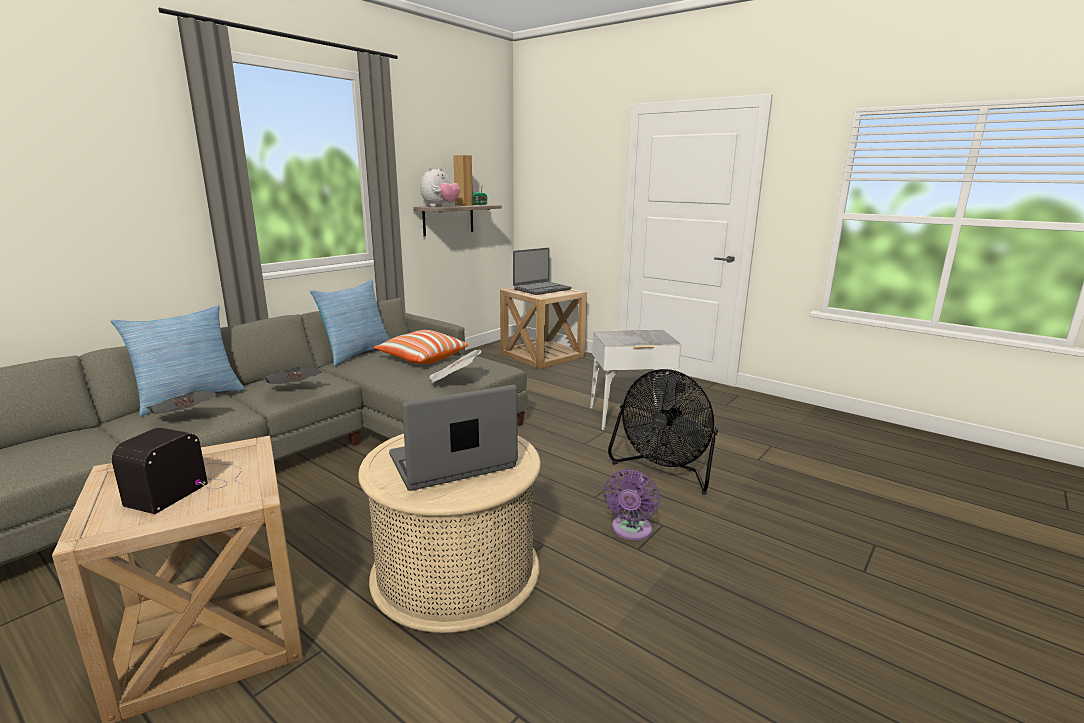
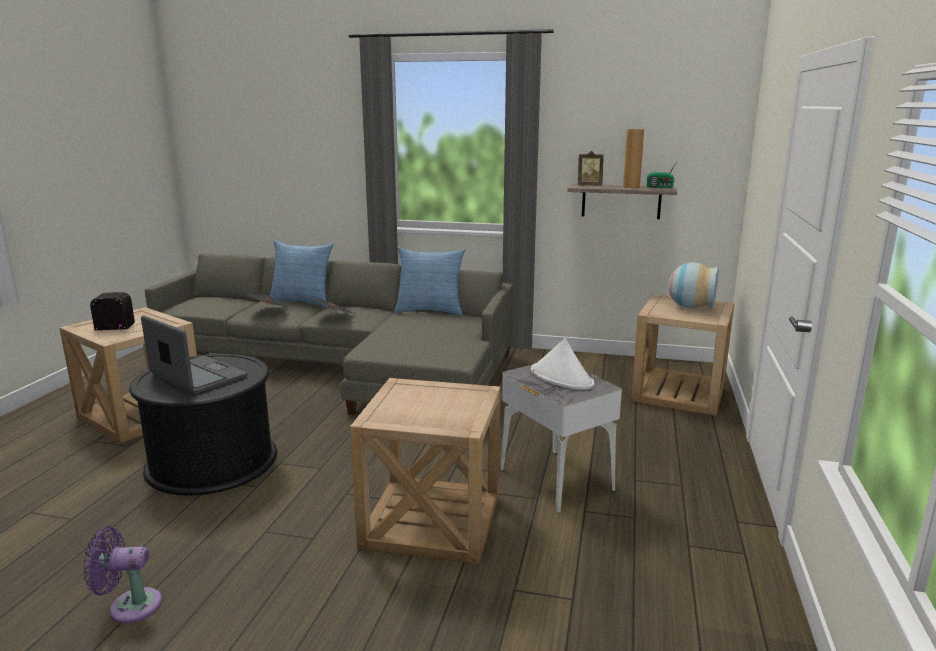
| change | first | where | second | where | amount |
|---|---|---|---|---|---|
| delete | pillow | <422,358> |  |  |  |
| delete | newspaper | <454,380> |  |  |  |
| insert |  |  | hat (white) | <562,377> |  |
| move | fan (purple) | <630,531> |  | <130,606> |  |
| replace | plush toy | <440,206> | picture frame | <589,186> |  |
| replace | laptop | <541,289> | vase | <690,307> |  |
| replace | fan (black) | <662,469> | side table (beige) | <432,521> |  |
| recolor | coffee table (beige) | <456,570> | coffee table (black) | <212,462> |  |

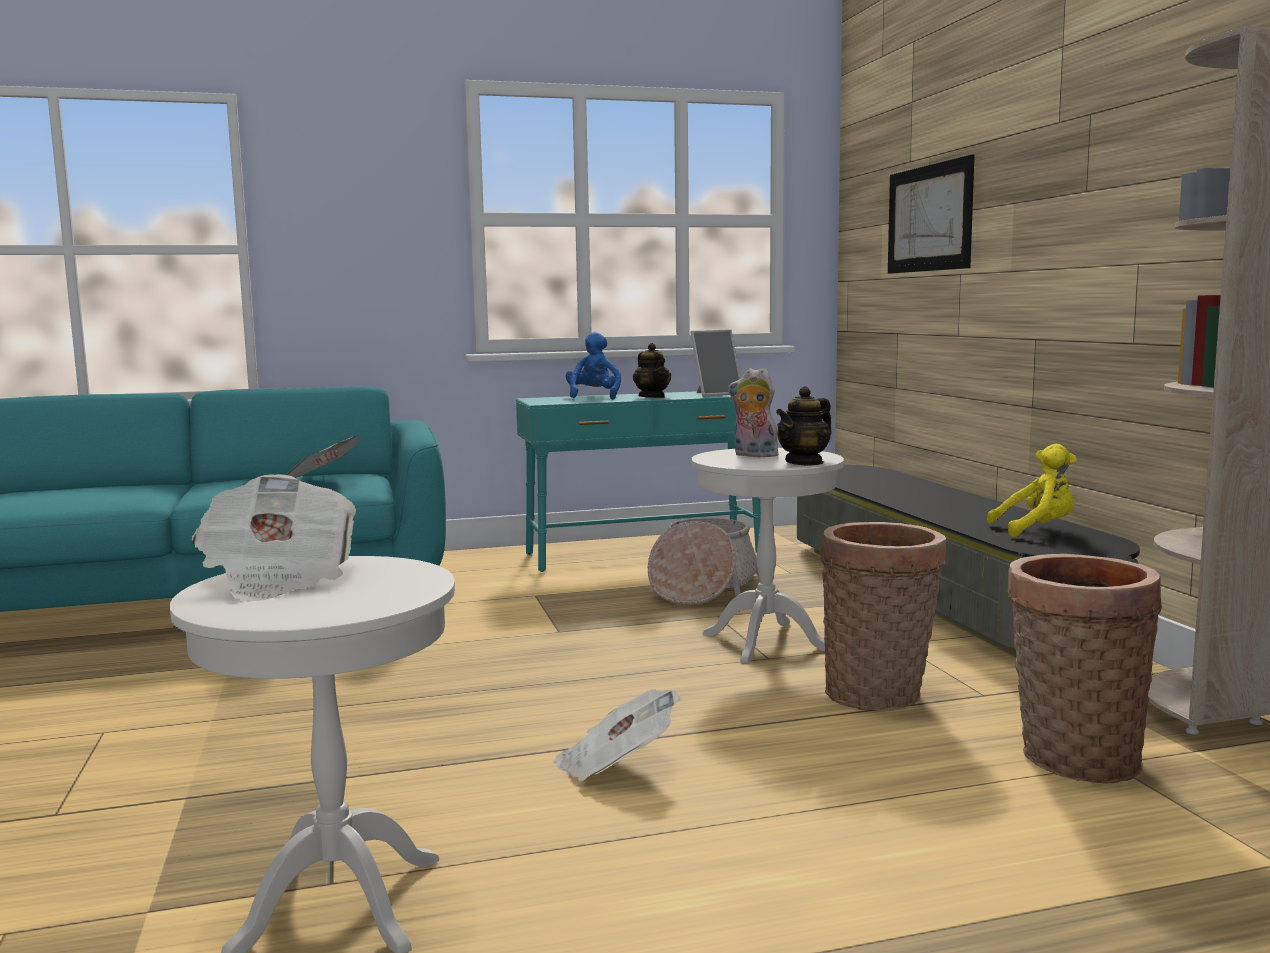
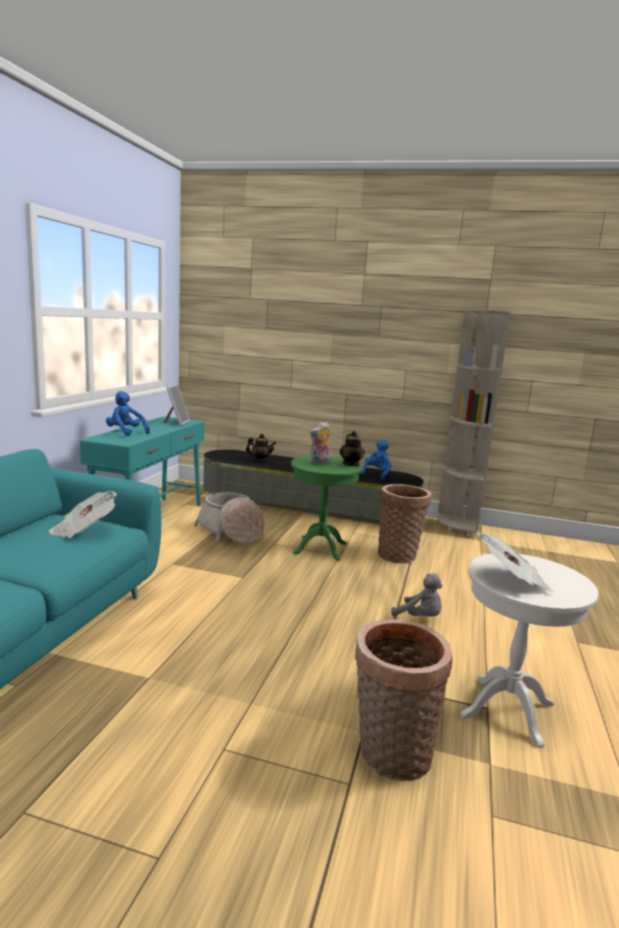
| change | first | where | second | where | amount |
|---|---|---|---|---|---|
| delete | picture | <929,218> |  |  |  |
| move | teapot | <652,397> |  | <260,460> |  |
| move | basket | <1072,757> |  | <390,755> |  |
| replace | newspaper | <615,765> | plush toy (grey) | <420,617> |  |
| recolor | side table (white) | <766,642> | side table (green) | <320,548> |  |
| recolor | plush toy (yellow) | <1036,530> | plush toy (blue) | <377,474> |  |

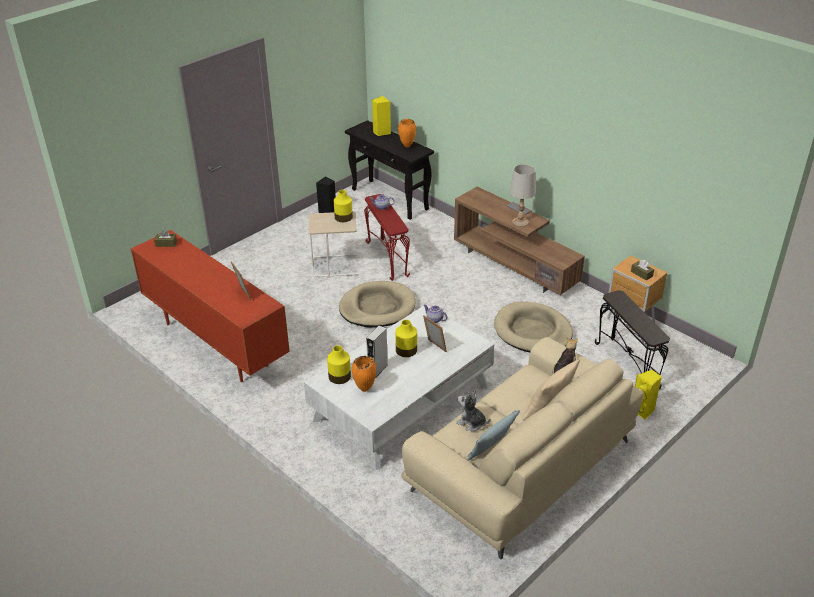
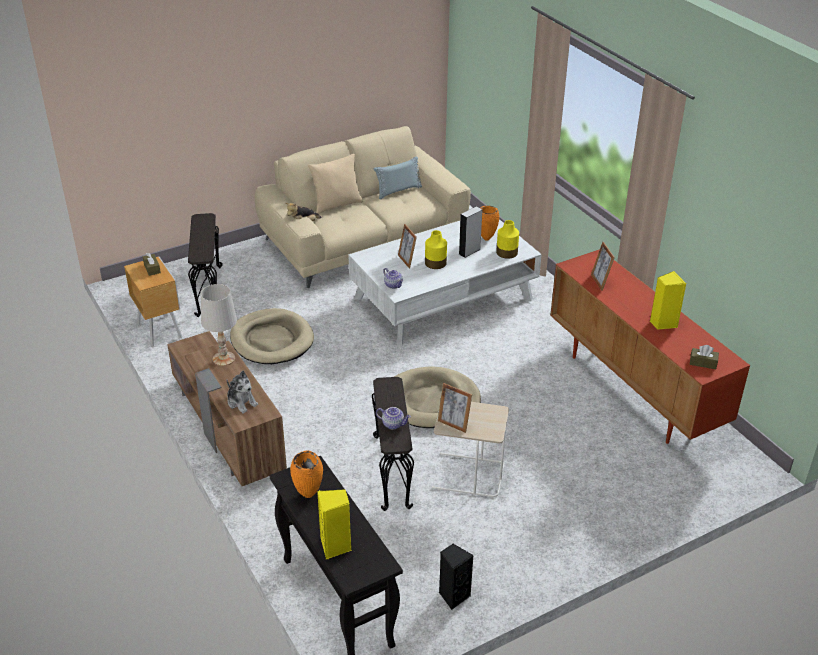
| change | first | where | second | where | amount |
|---|---|---|---|---|---|
| move | plush toy | <471,423> |  | <241,402> |  |
| move | speaker (yellow) | <643,411> |  | <662,323> |  |
| replace | vase (yellow) | <343,217> | picture frame | <453,424> |  |
| recolor | side table (red) | <387,259> | side table (black) | <392,472> |  |

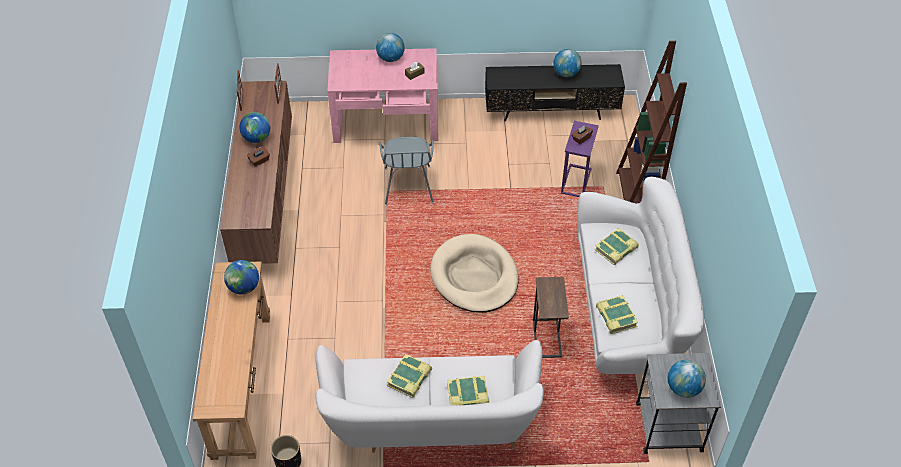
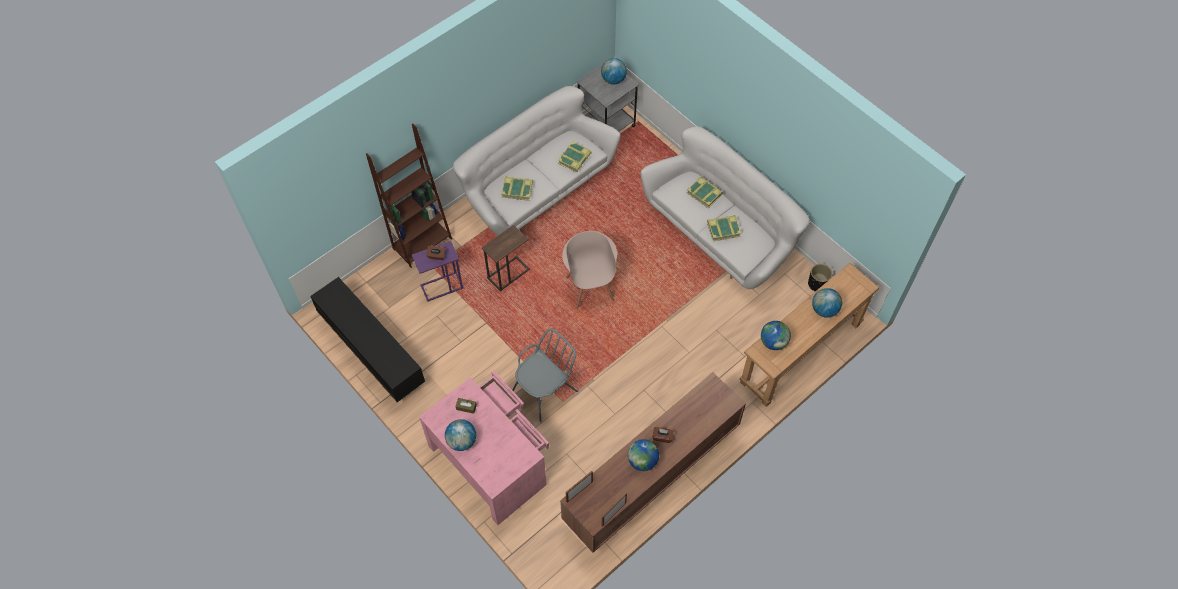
| change | first | where | second | where | amount |
|---|---|---|---|---|---|
| move | side table (brown) | <546,338> |  | <508,274> |  |
| move | globe | <566,73> |  | <824,310> |  |
| replace | dog bed (beige) | <474,276> | chair (beige) | <590,288> |  |

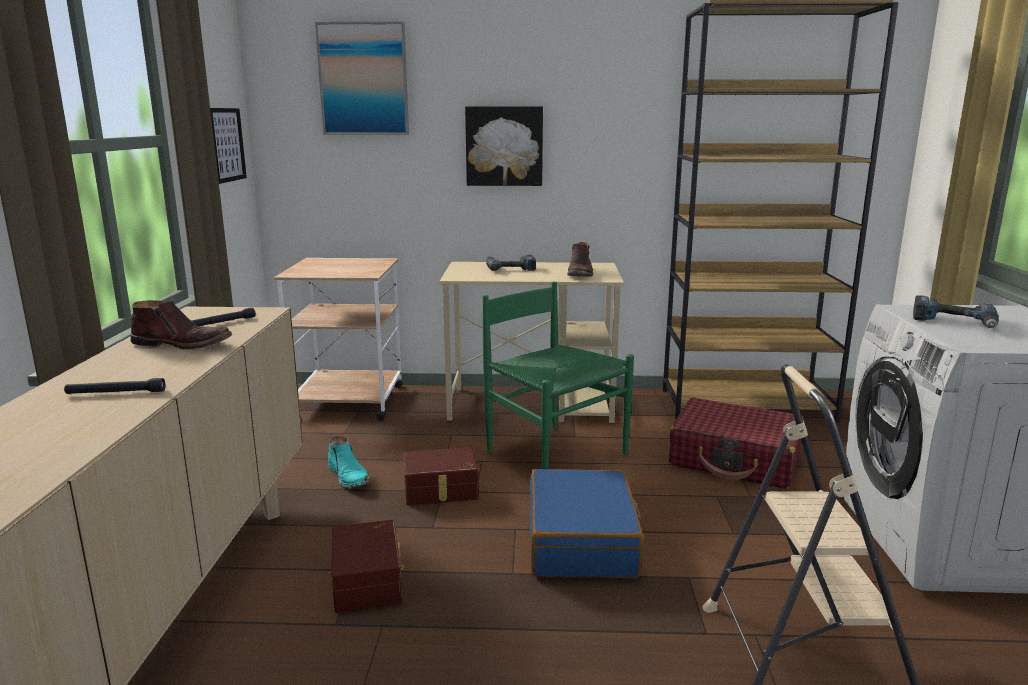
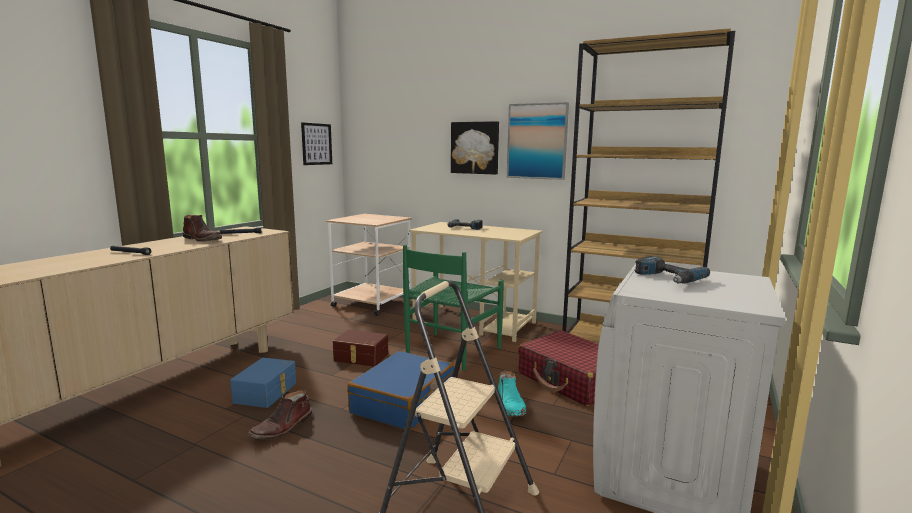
| change | first | where | second | where | amount |
|---|---|---|---|---|---|
| move | picture | <363,79> |  | <537,141> |  |
| move | boot (turquoise) | <349,476> |  | <511,405> |  |
| move | boot (brown) | <580,273> |  | <283,427> |  |
| recolor | storage box (brown) | <369,580> | storage box (blue) | <267,392> |  |
| rotate | chair (green) | <552,454> |  | <450,352> | 135 degrees counterclockwise |

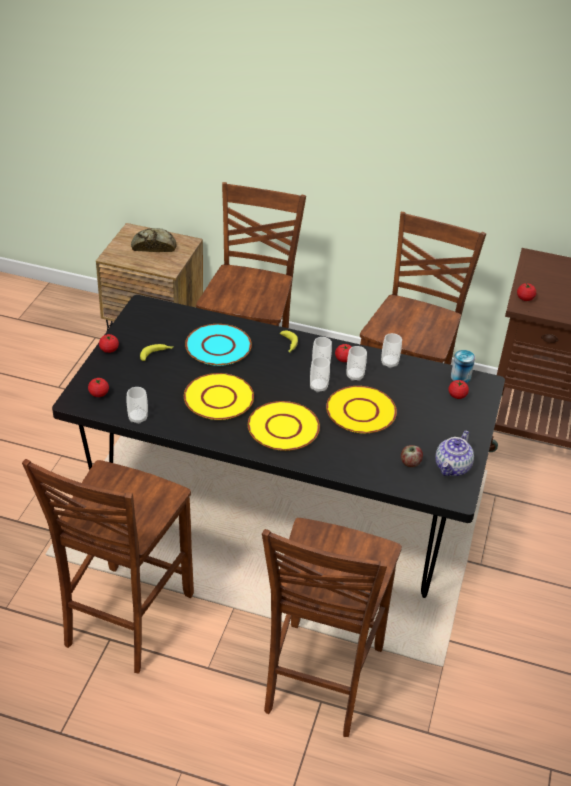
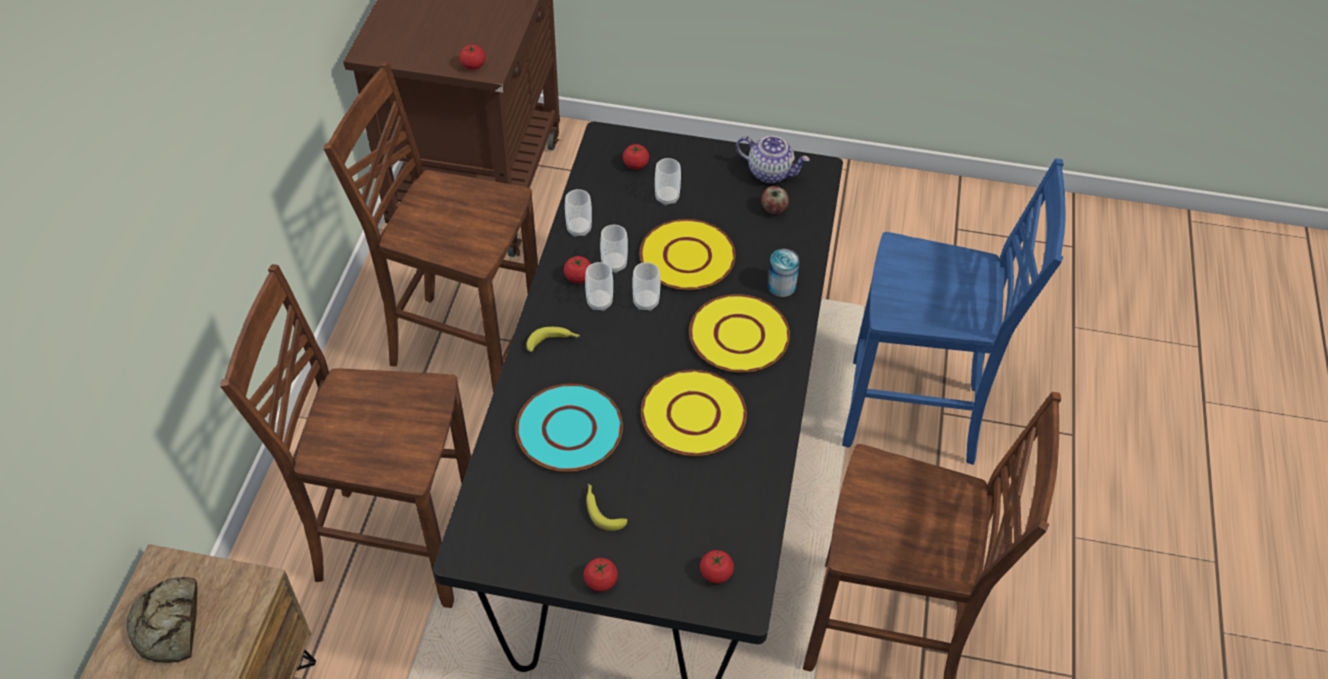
| change | first | where | second | where | amount |
|---|---|---|---|---|---|
| move | cup | <138,418> |  | <667,198> |  |
| move | can | <460,377> |  | <781,286> |  |
| recolor | chair (brown) | <319,680> | chair (blue) | <915,415> |  |

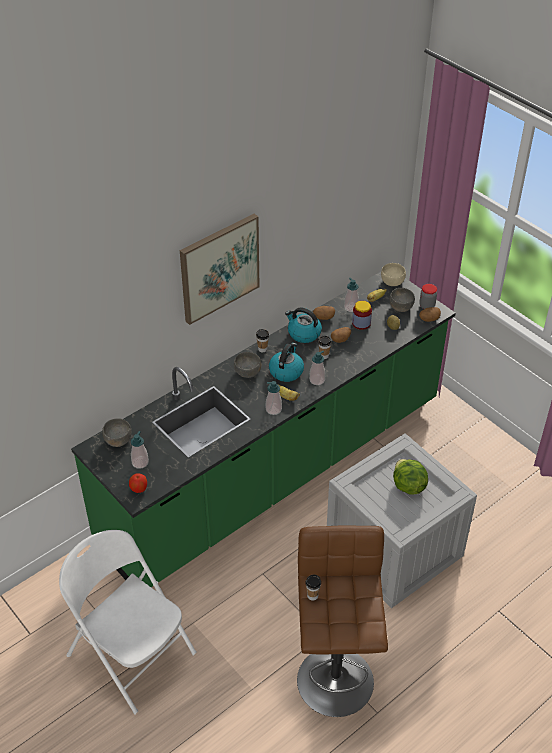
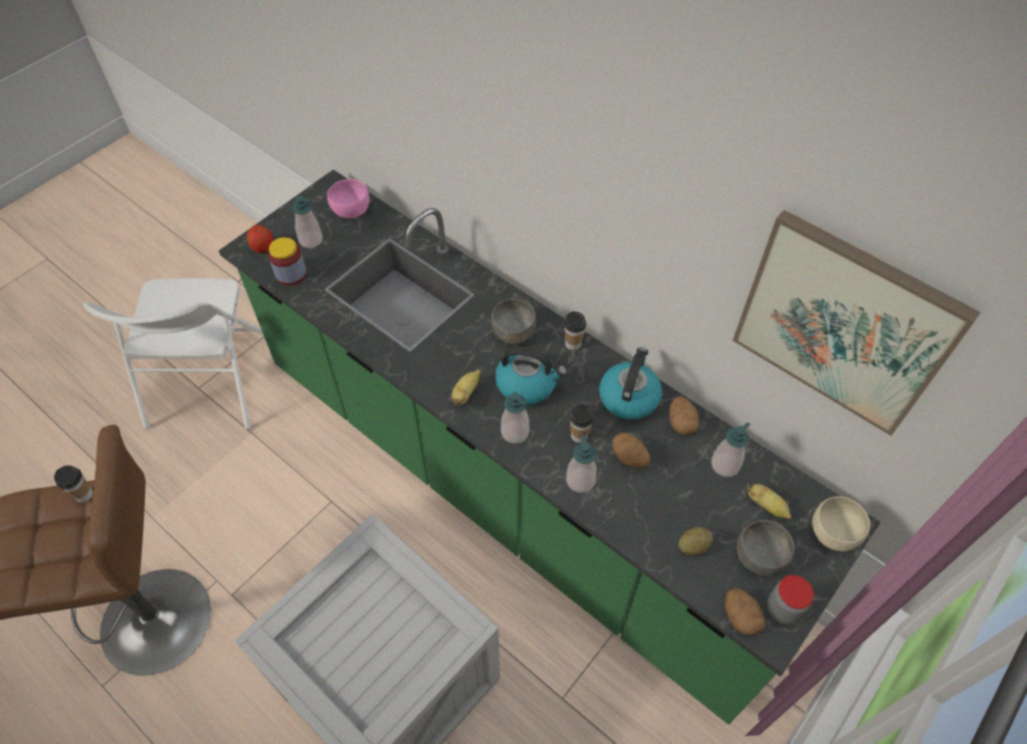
| change | first | where | second | where | amount |
|---|---|---|---|---|---|
| delete | lettuce | <408,486> |  |  |  |
| move | picture | <219,268> |  | <843,323> |  |
| move | soap dispenser | <273,409> |  | <580,480> |  |
| move | jar | <361,323> |  | <291,274> |  |
| recolor | bowl (grey) | <118,440> | bowl (pink) | <350,210> |  |
| rotate | chair (white) | <132,654> |  | <209,379> | 150 degrees clockwise |

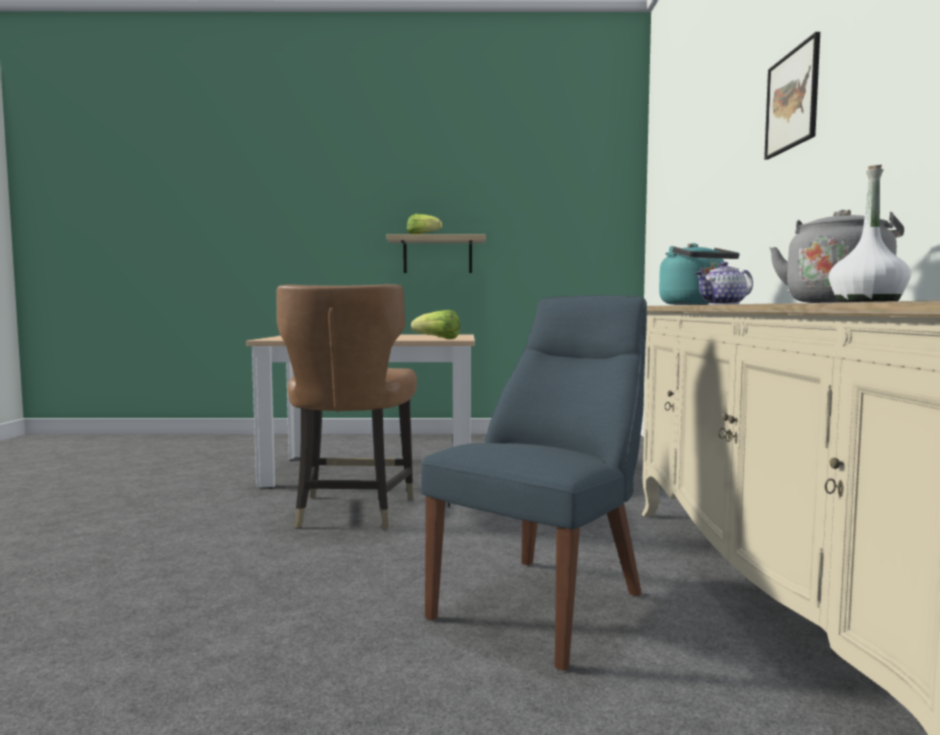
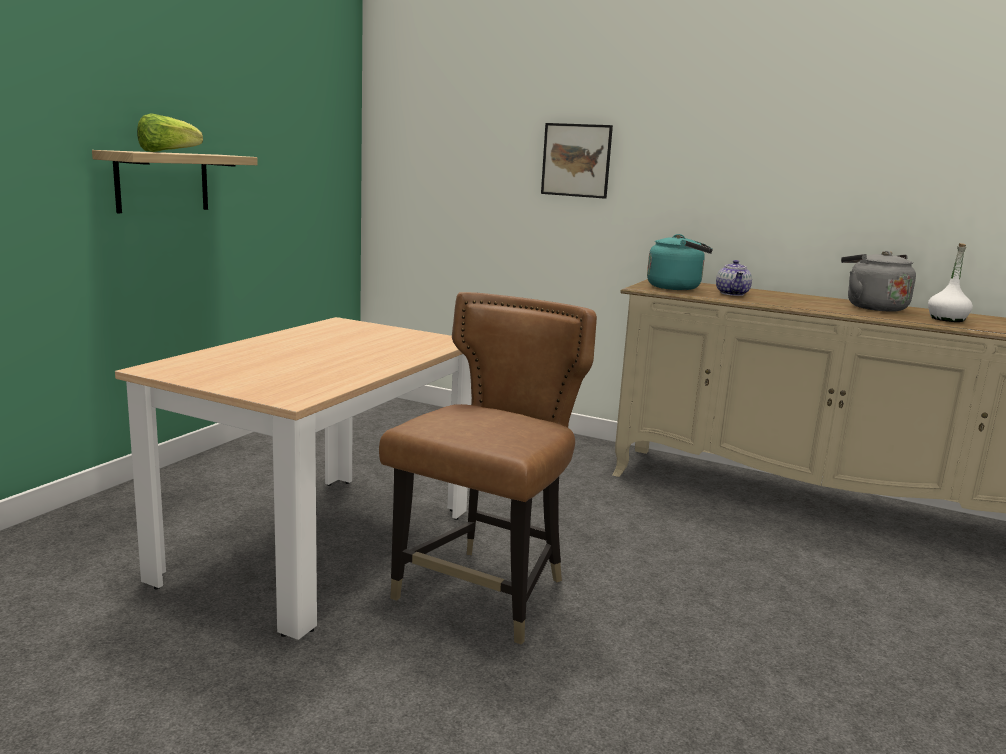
| change | first | where | second | where | amount |
|---|---|---|---|---|---|
| delete | lettuce | <438,339> |  |  |  |
| delete | chair (blue) | <546,602> |  |  |  |
| move | picture | <792,100> |  | <576,160> |  |
| rotate | chair (brown) | <352,511> |  | <485,593> | 90 degrees counterclockwise |

